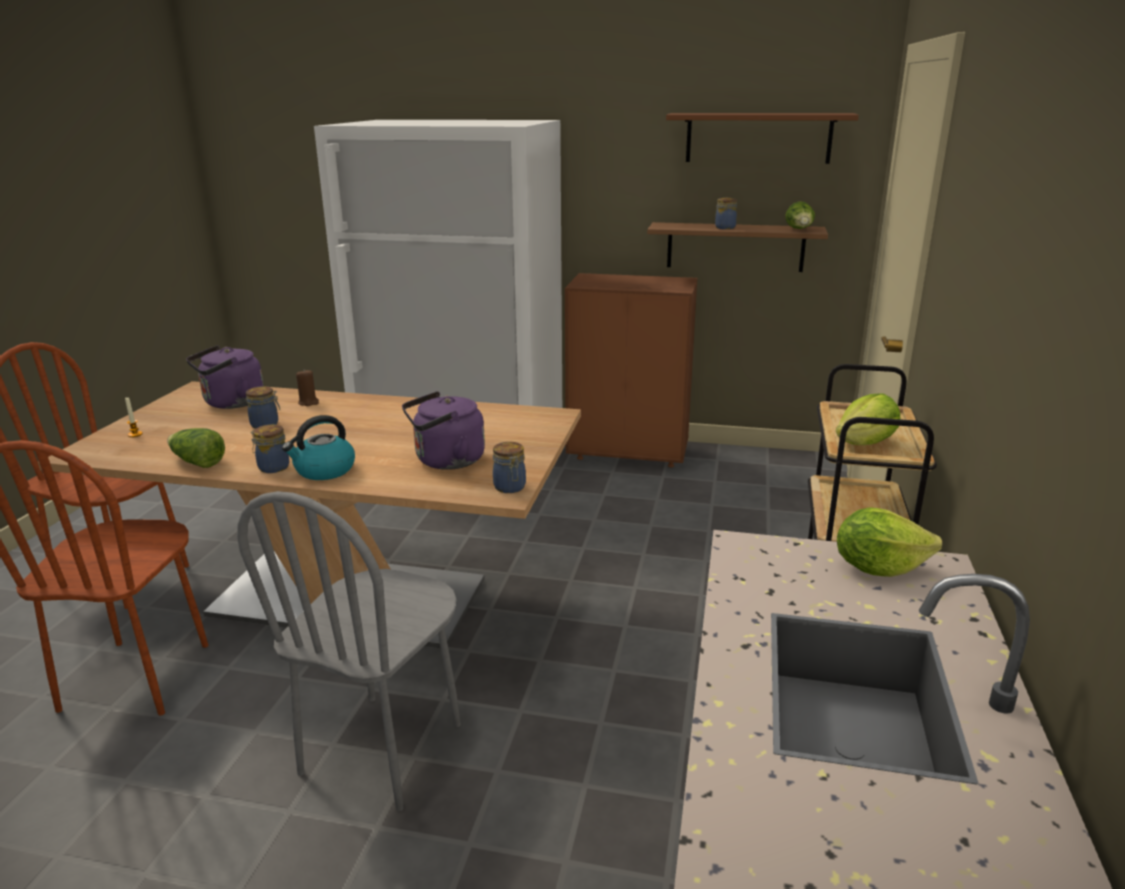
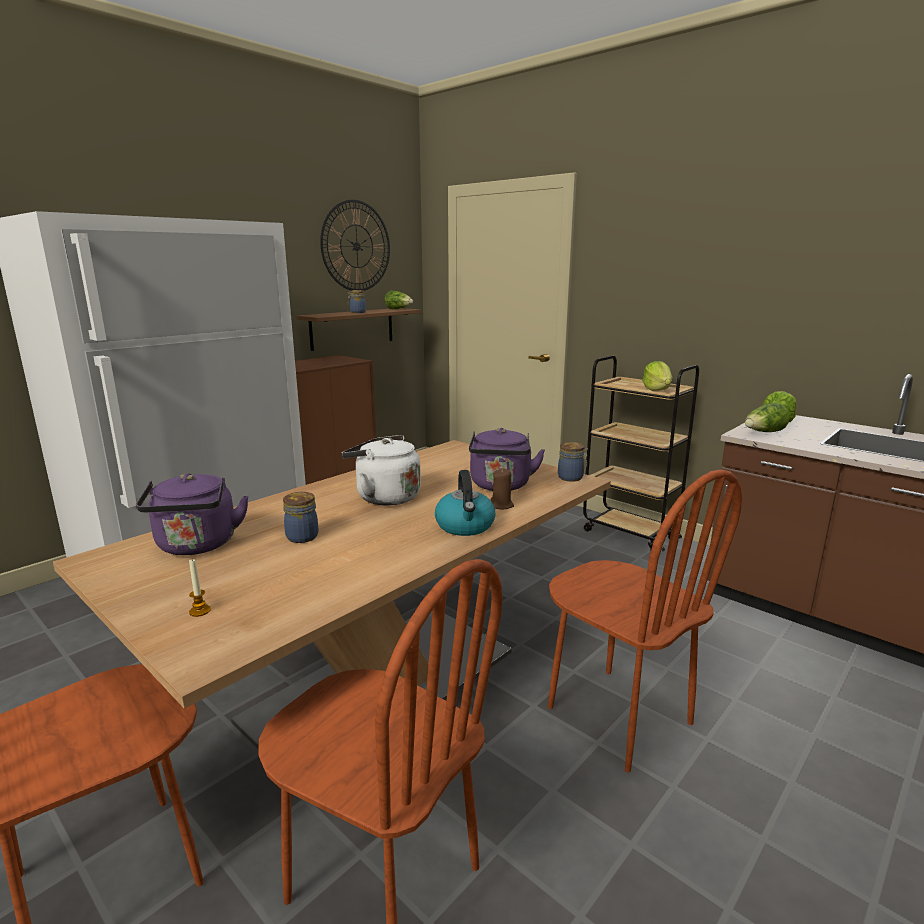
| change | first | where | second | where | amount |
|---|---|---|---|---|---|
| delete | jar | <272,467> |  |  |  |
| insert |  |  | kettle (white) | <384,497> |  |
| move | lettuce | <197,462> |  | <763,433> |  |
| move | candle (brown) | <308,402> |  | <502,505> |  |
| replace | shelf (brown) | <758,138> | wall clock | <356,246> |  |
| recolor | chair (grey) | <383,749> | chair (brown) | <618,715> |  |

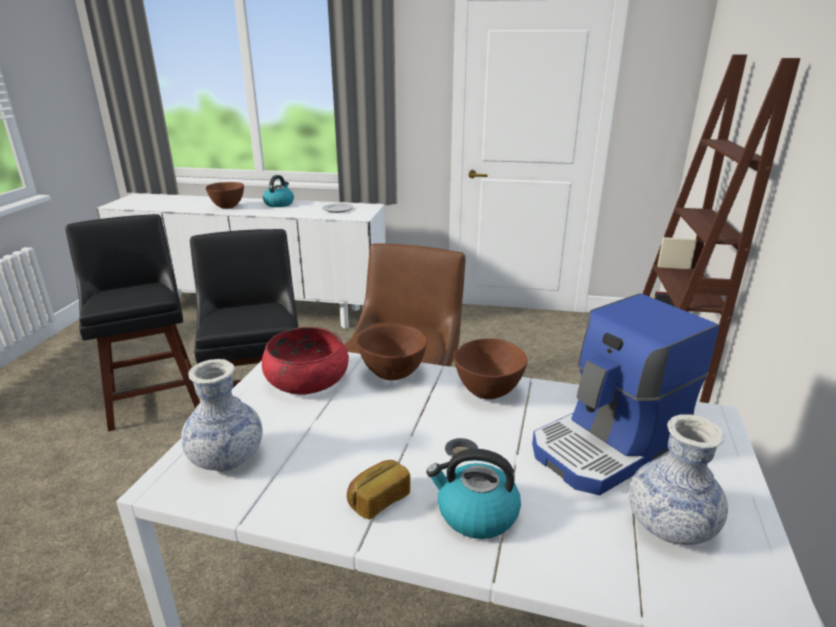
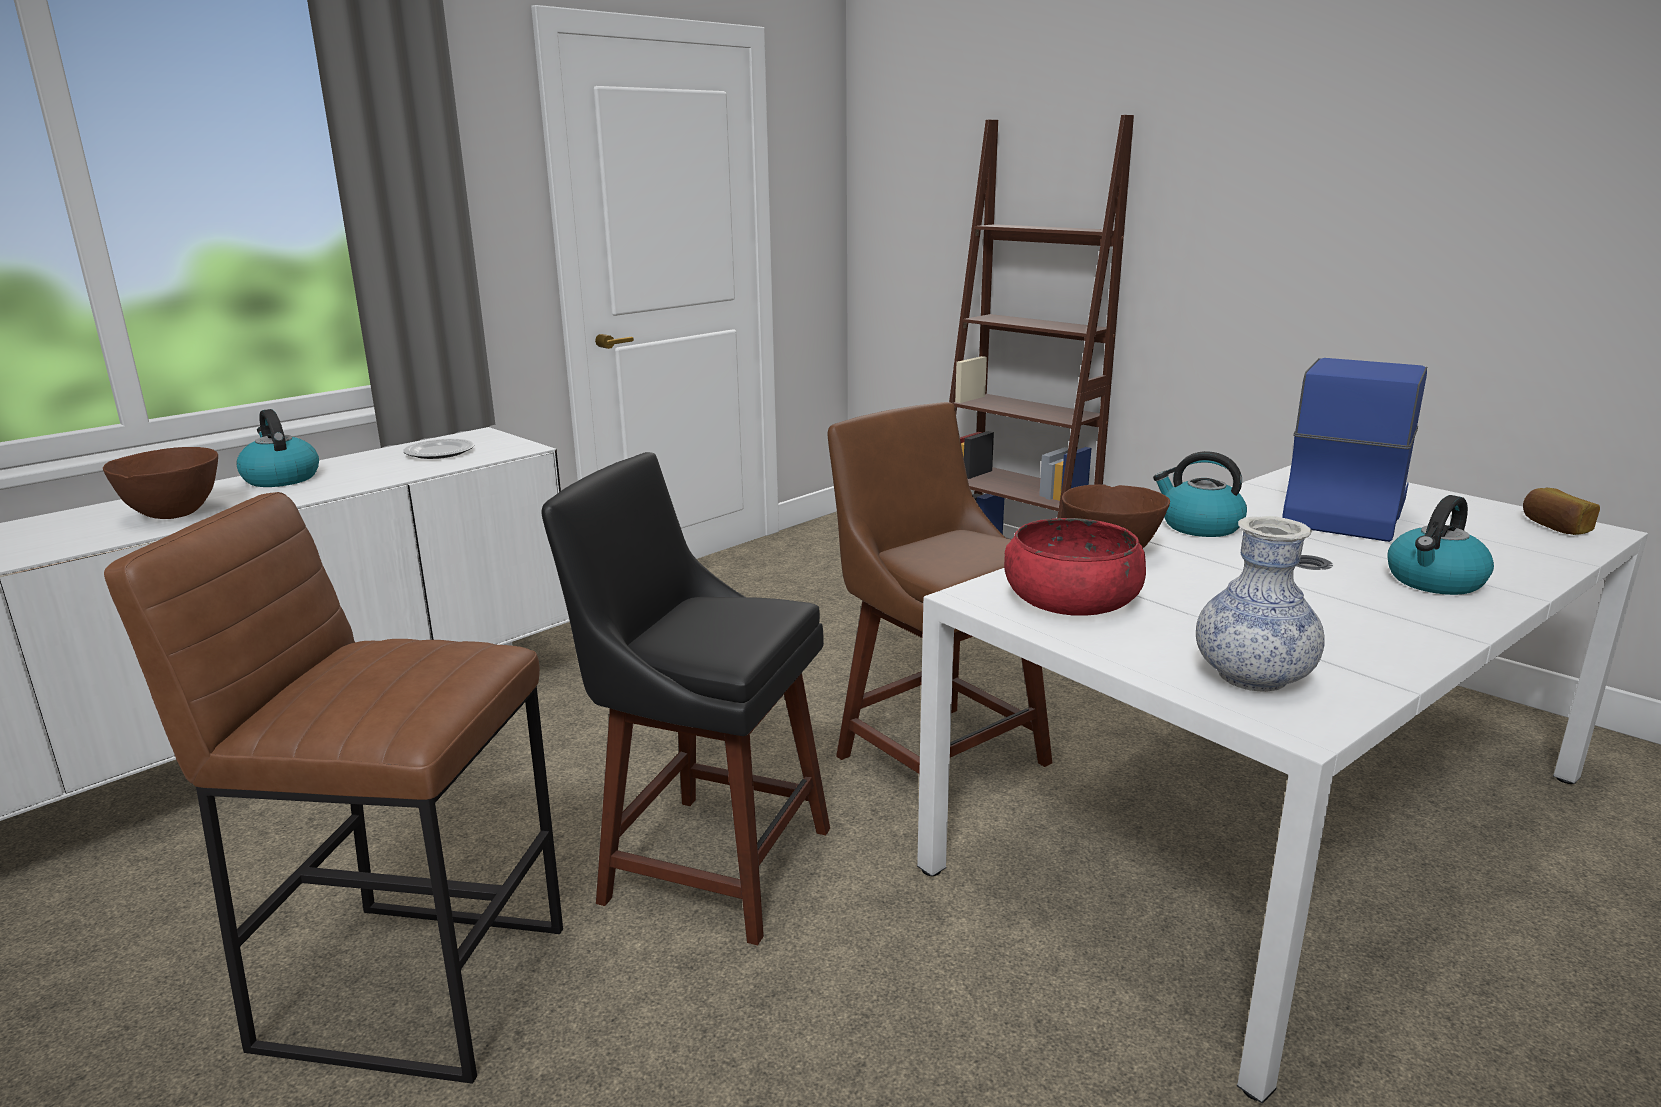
| change | first | where | second | where | amount |
|---|---|---|---|---|---|
| delete | vase | <670,525> |  |  |  |
| move | bread | <378,499> |  | <1554,526> |  |
| replace | chair (black) | <154,396> | stool (brown) | <410,985> |  |
| replace | bowl (brown) | <487,392> | kettle | <1199,526> |  |
| rotate | coffee machine | <611,445> |  | <1343,510> | 150 degrees counterclockwise |

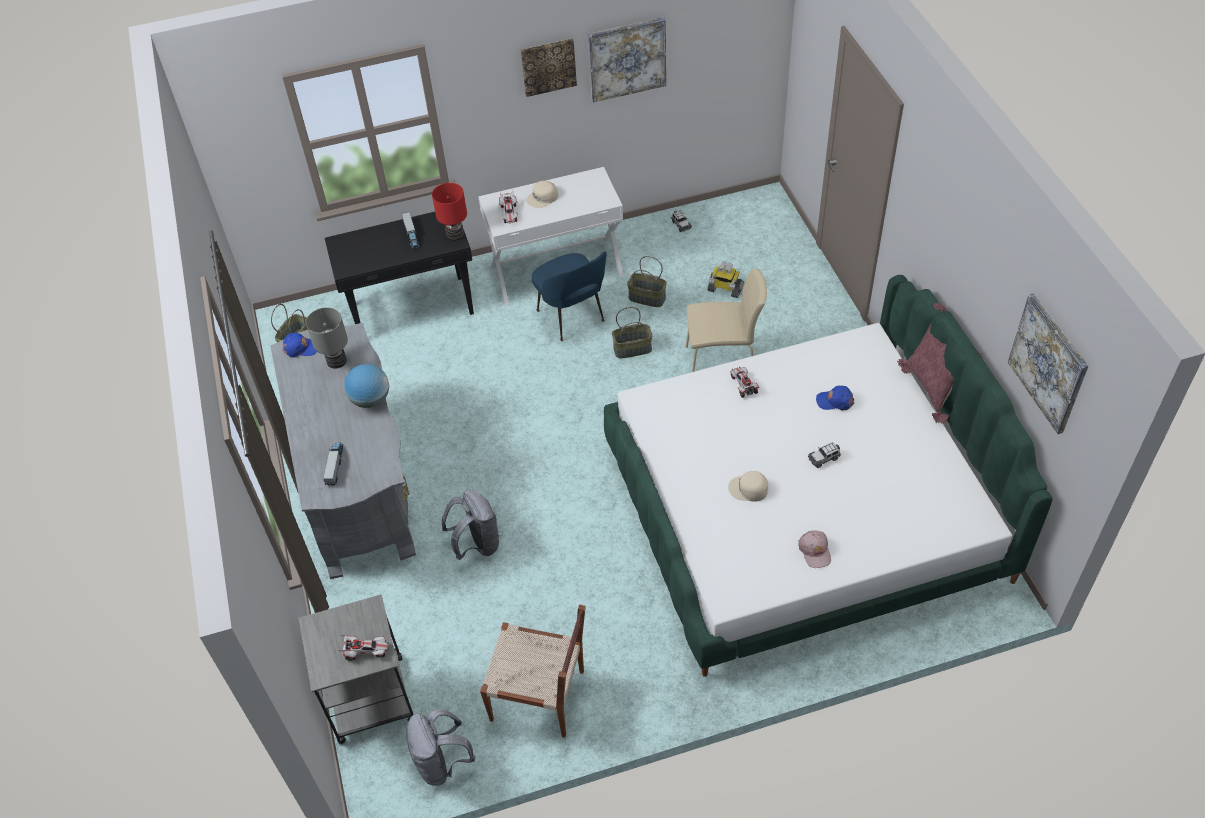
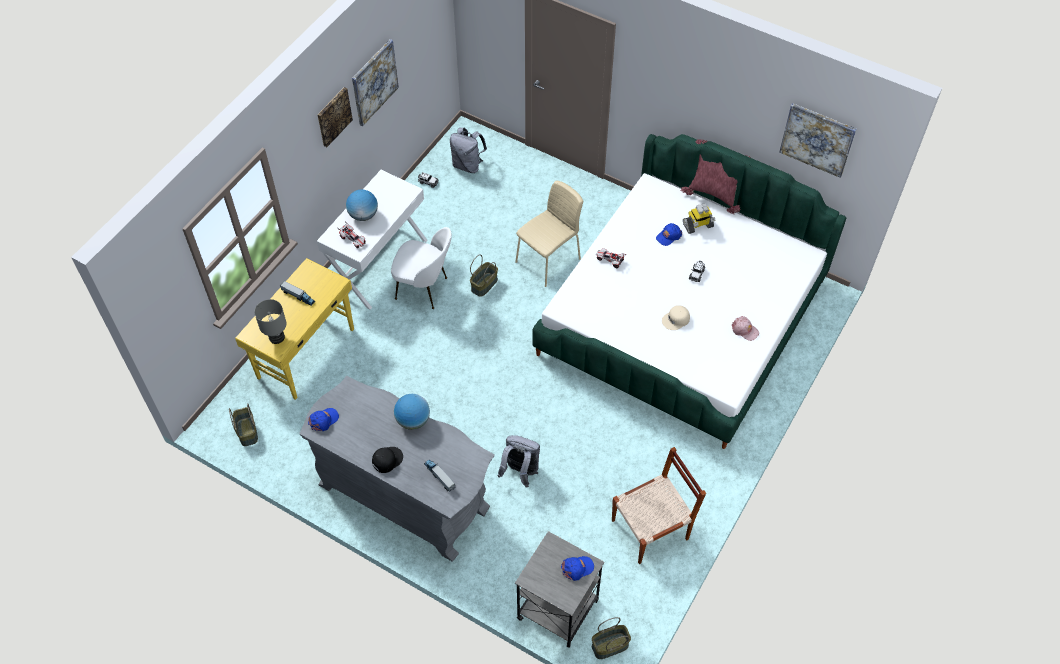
| change | first | where | second | where | amount |
|---|---|---|---|---|---|
| delete | table lamp (red) | <455,234> |  |  |  |
| insert |  |  | cap (black) | <387,459> |  |
| move | table lamp (grey) | <336,361> |  | <277,337> |  |
| move | backpack (grey) | <442,762> |  | <468,165> |  |
| move | basket | <646,298> |  | <610,646> |  |
| move | toy robot | <724,289> |  | <698,225> |  |
| replace | toy car | <366,651> | cap (blue) | <577,568> |  |
| replace | cap (beige) | <542,198> | globe | <363,215> |  |
| recolor | console table (black) | <413,309> | console table (yellow) | <306,353> |  |
| recolor | chair (blue) | <573,319> | chair (white) | <425,290> |  |

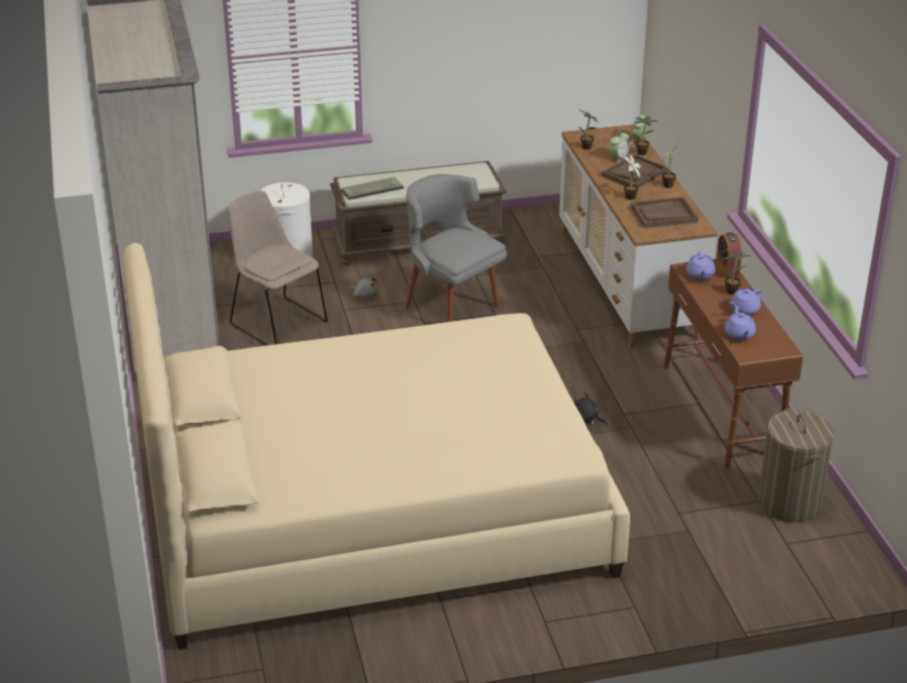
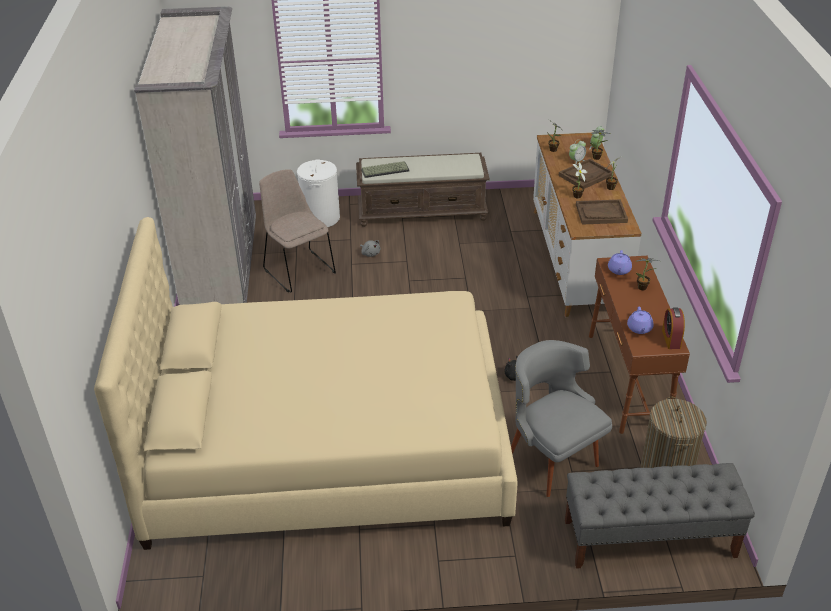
| change | first | where | second | where | amount |
|---|---|---|---|---|---|
| delete | teapot (purple) | <744,310> |  |  |  |
| insert |  |  | bench (grey) | <648,539> |  |
| move | chair (grey) | <452,307> |  | <552,463> |  |
| move | alarm clock | <727,270> |  | <671,339> |  |

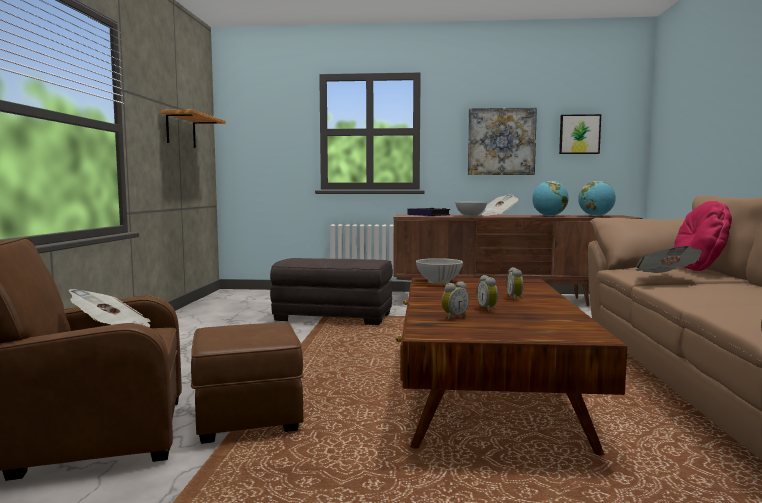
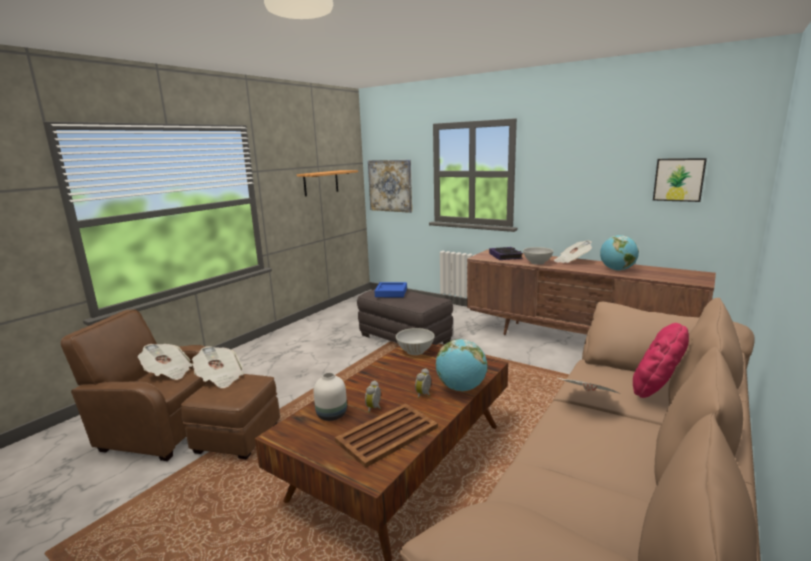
| change | first | where | second | where | amount |
|---|---|---|---|---|---|
| insert |  |  | newspaper | <220,378> |  |
| insert |  |  | tray (brown) | <386,434> |  |
| insert |  |  | tray (blue) | <391,293> |  |
| move | picture | <501,141> |  | <390,185> |  |
| move | globe | <596,216> |  | <461,388> |  |
| replace | alarm clock | <453,317> | vase (white) | <332,414> |  |

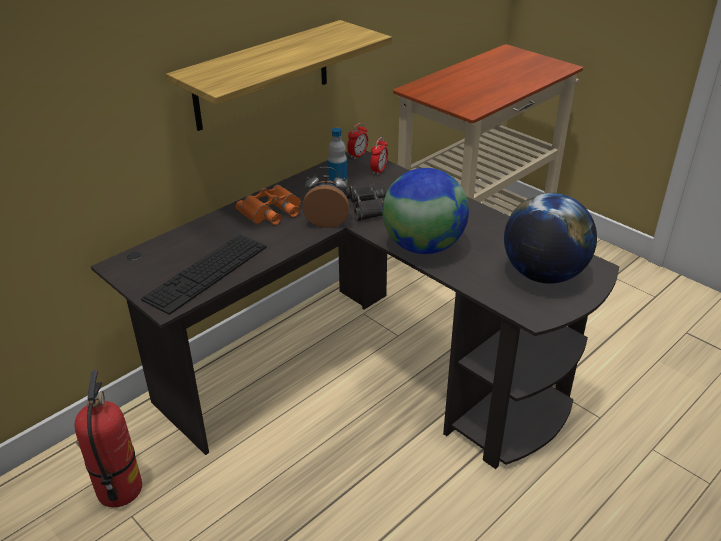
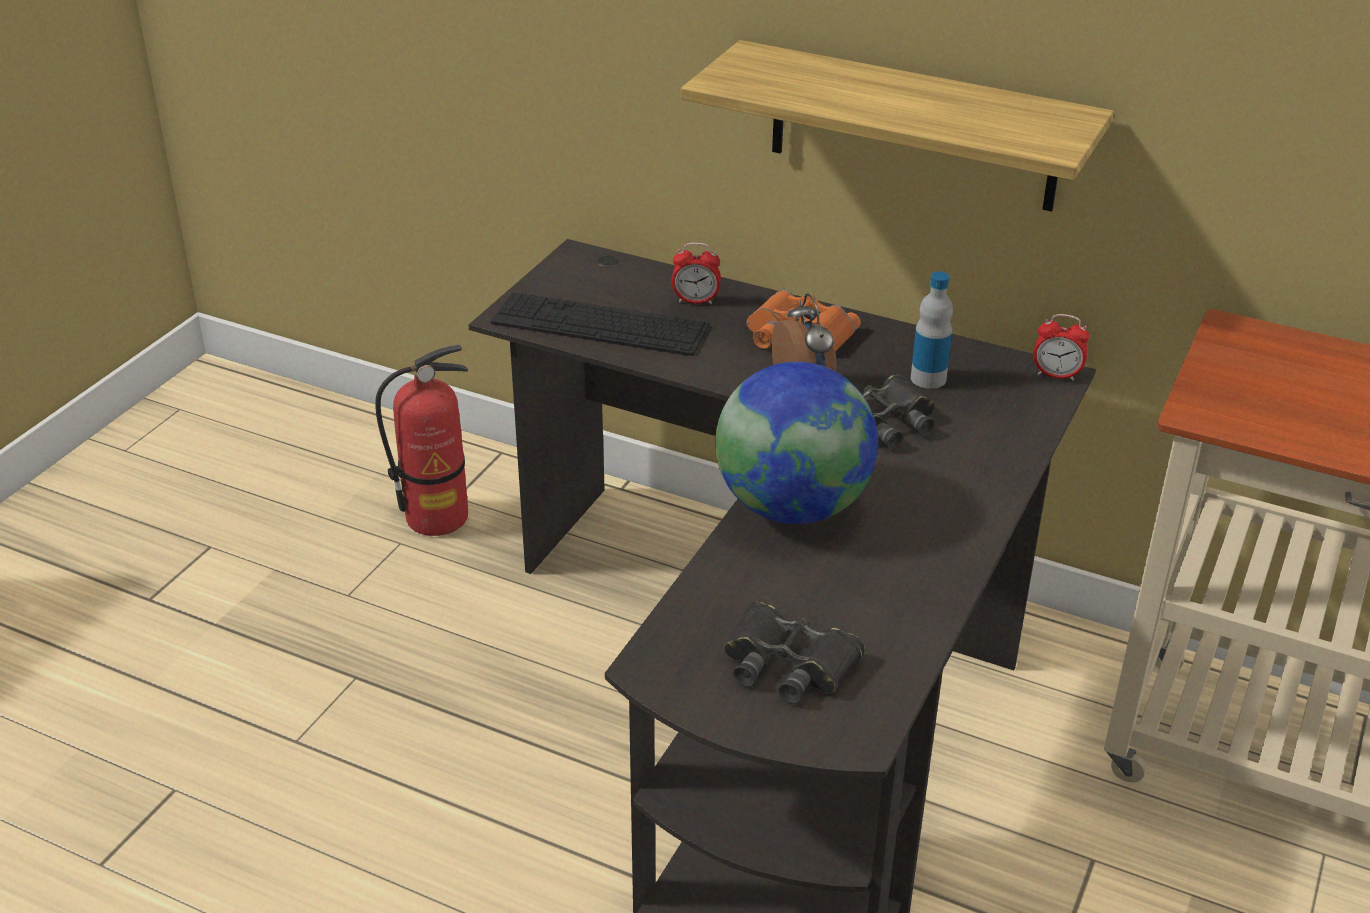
| change | first | where | second | where | amount |
|---|---|---|---|---|---|
| move | alarm clock | <379,171> |  | <696,301> |  |
| replace | globe | <543,274> | binoculars (black) | <788,664> |  |

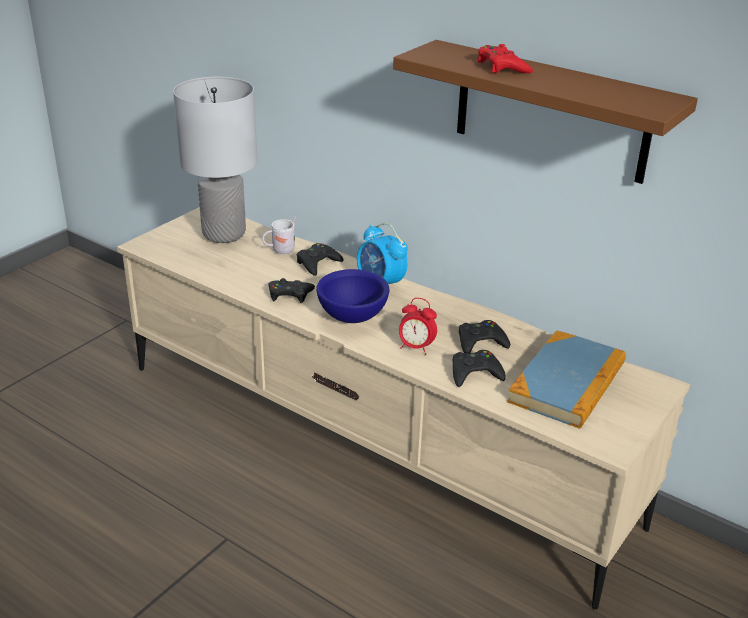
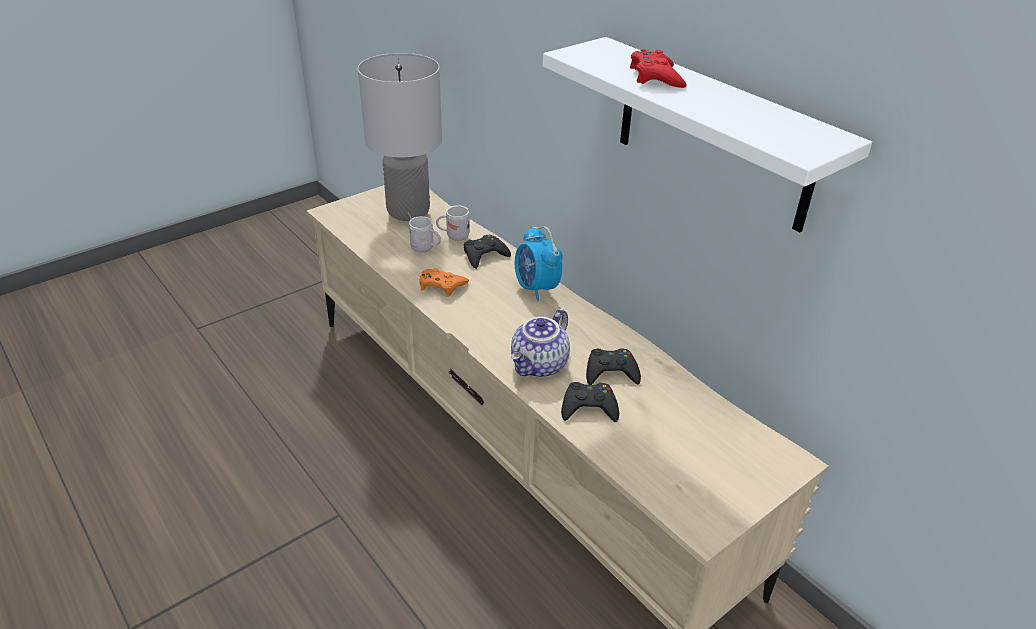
| change | first | where | second | where | amount |
|---|---|---|---|---|---|
| delete | bowl (blue) | <353,316> |  |  |  |
| delete | book | <567,383> |  |  |  |
| insert |  |  | mug (white) | <425,249> |  |
| replace | alarm clock | <416,347> | teapot | <540,366> |  |
| recolor | game controller (black) | <290,294> | game controller (orange) | <441,285> |  |
| recolor | shelf (brown) | <551,112> | shelf (white) | <713,134> |  |

